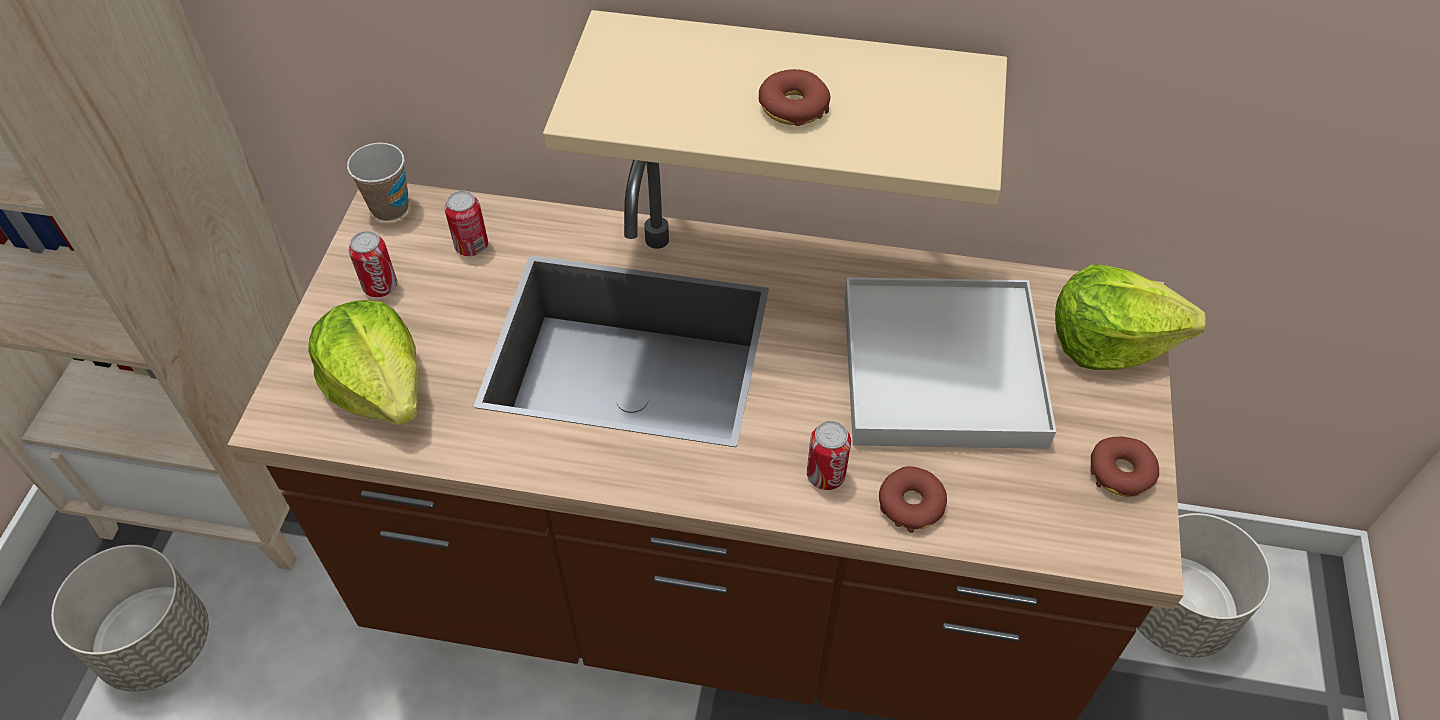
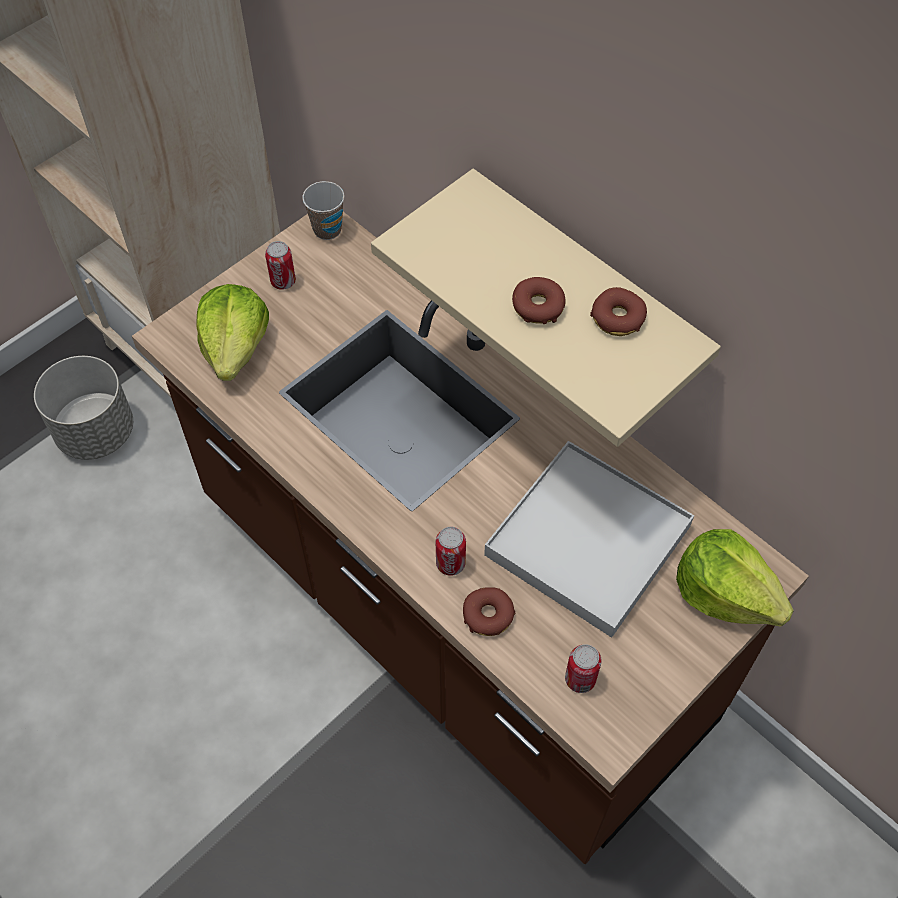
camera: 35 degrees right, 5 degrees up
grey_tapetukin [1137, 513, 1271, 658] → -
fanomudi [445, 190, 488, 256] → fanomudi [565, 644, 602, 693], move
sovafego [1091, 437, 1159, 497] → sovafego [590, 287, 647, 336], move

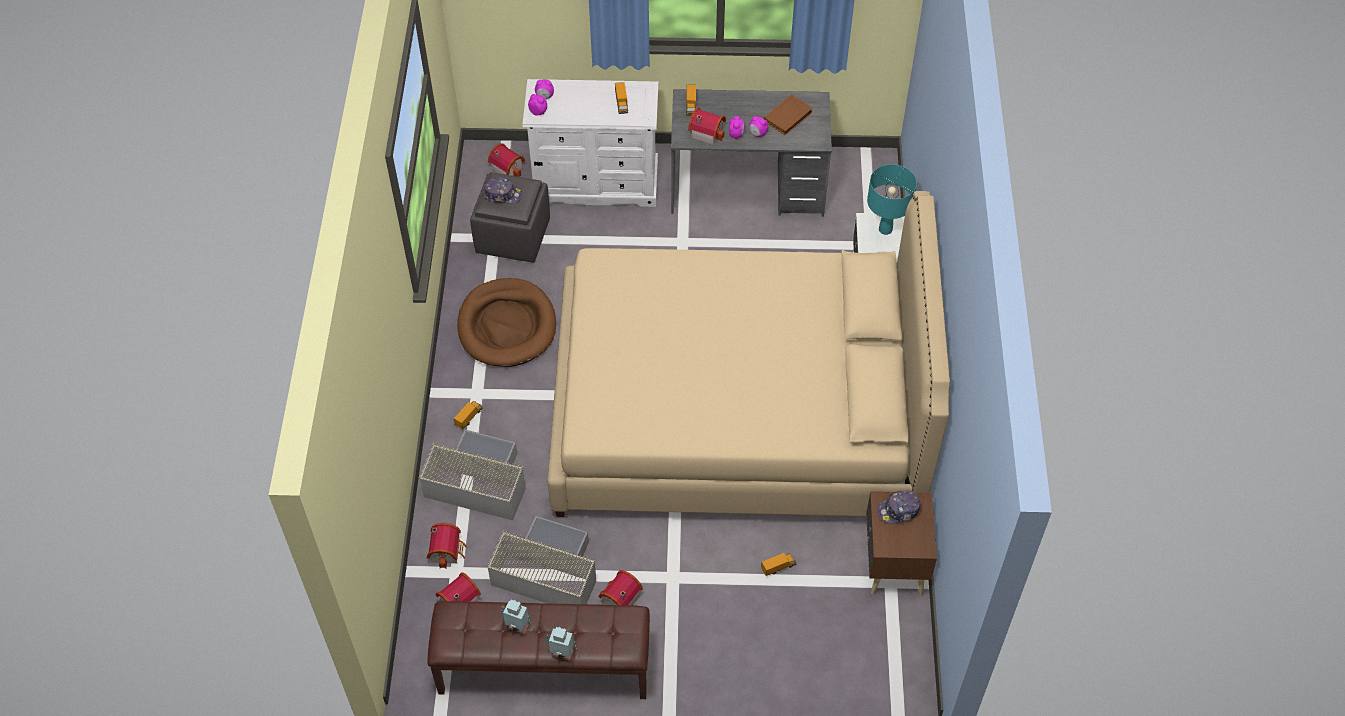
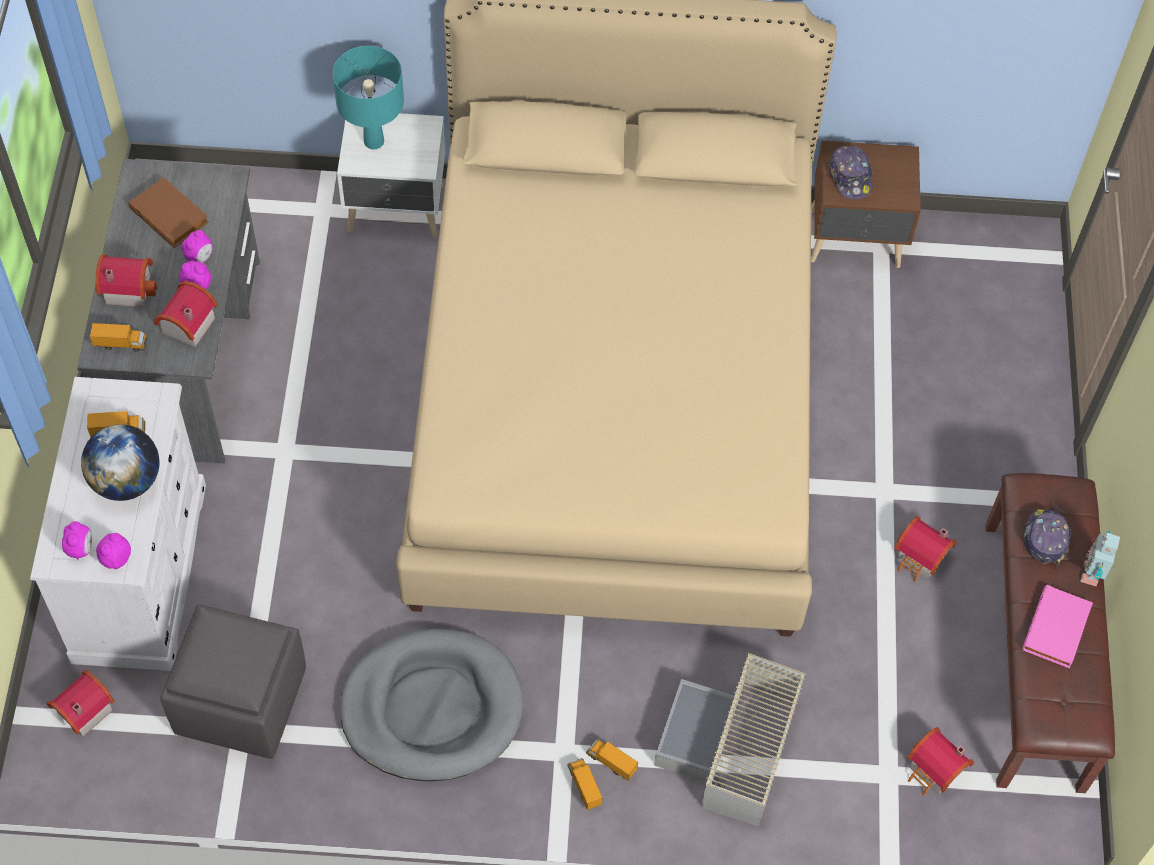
camera: 90 degrees left, 5 degrees up
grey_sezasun [487, 516, 596, 604] → -
- → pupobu [81, 424, 159, 501]
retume [427, 523, 467, 569] → retume [96, 254, 158, 307], move
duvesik [485, 177, 522, 204] → duvesik [1024, 509, 1071, 564], move
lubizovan [761, 553, 796, 576] → lubizovan [567, 758, 603, 810], move
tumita [502, 600, 531, 634] → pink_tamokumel [1022, 585, 1093, 668]
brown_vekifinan [457, 278, 556, 367] → grey_vekifinan [340, 629, 524, 781]

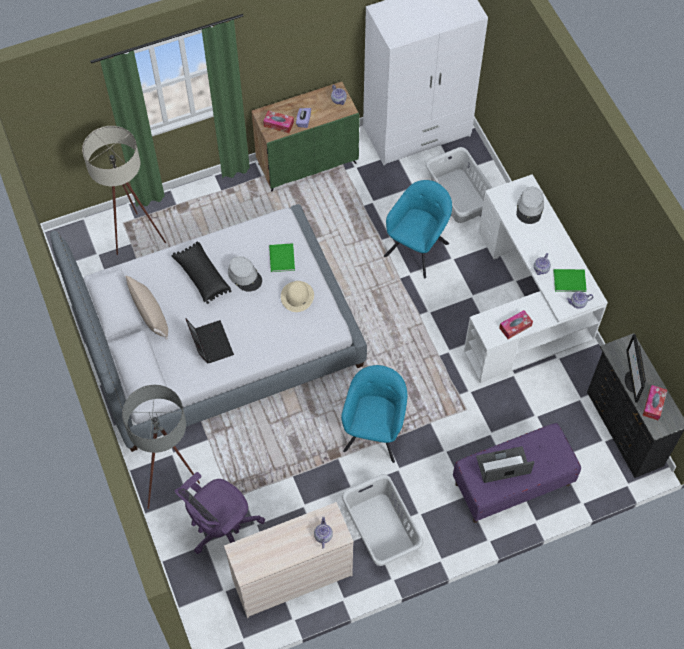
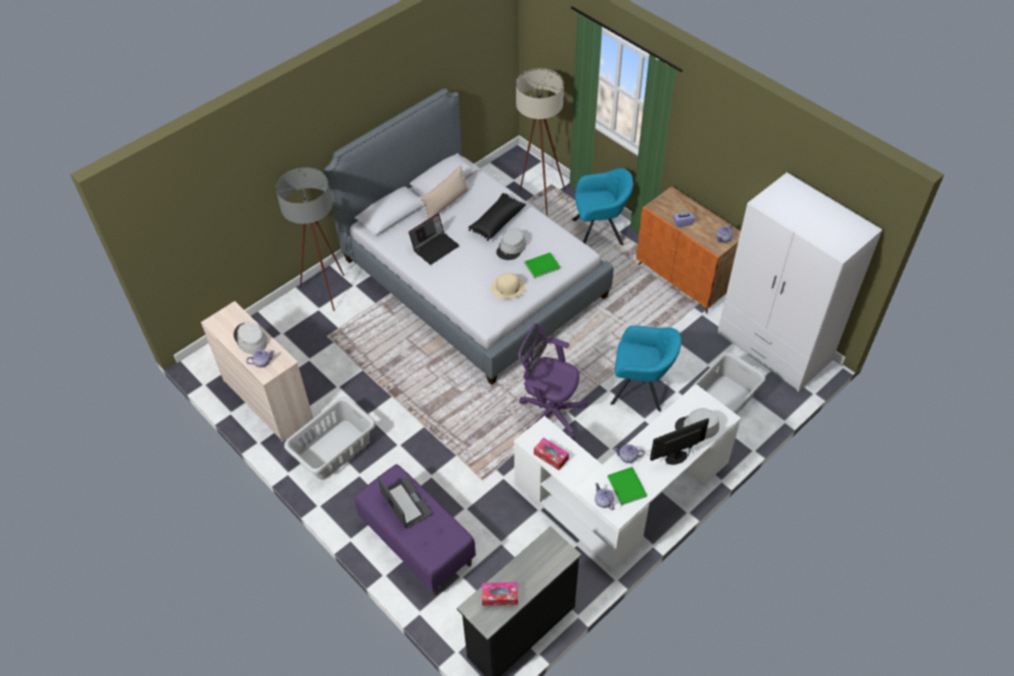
camera: 70 degrees right, 10 degrees down
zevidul [263, 110, 294, 133] → -
- → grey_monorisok [234, 322, 268, 354]
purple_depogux [175, 472, 265, 554] → purple_depogux [518, 323, 587, 440], move
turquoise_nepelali [341, 365, 407, 463] → turquoise_nepelali [572, 168, 633, 245], move
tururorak [625, 334, 646, 403] → tururorak [650, 418, 709, 465], move
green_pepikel [252, 82, 360, 191] → orange_pepikel [636, 186, 741, 313]

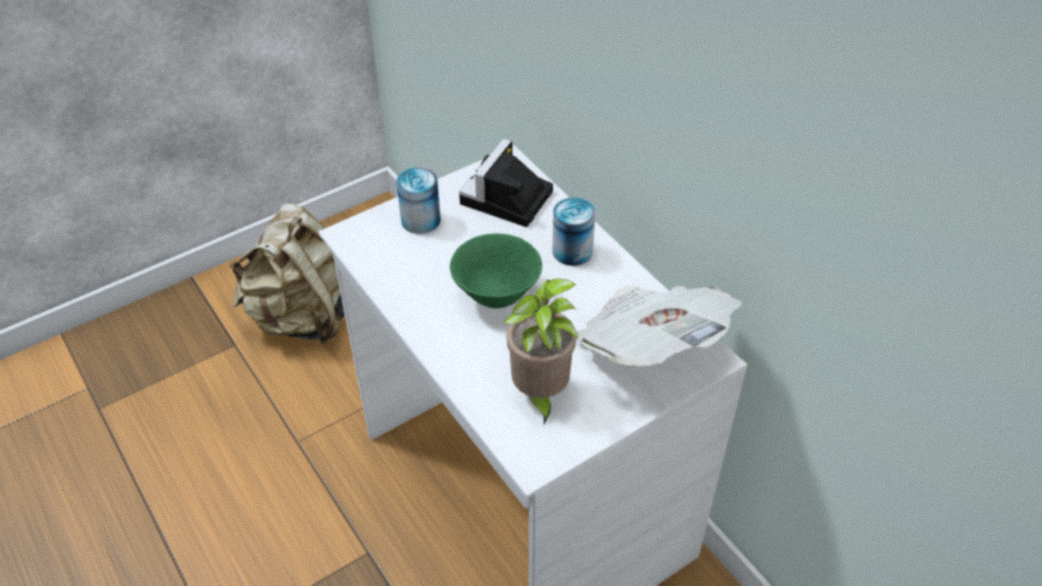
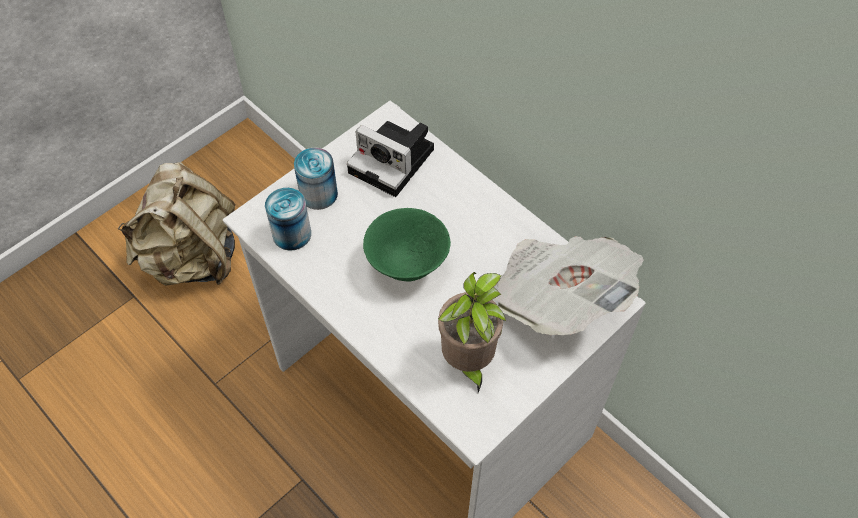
camera: 10 degrees left, 10 degrees up
fanomudi [552, 197, 596, 266] → fanomudi [265, 188, 311, 250], move
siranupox [459, 139, 553, 227] → siranupox [347, 121, 434, 197], 75 degrees counterclockwise

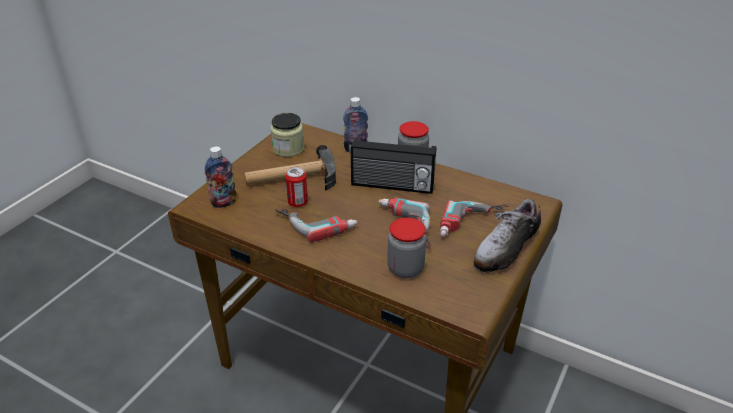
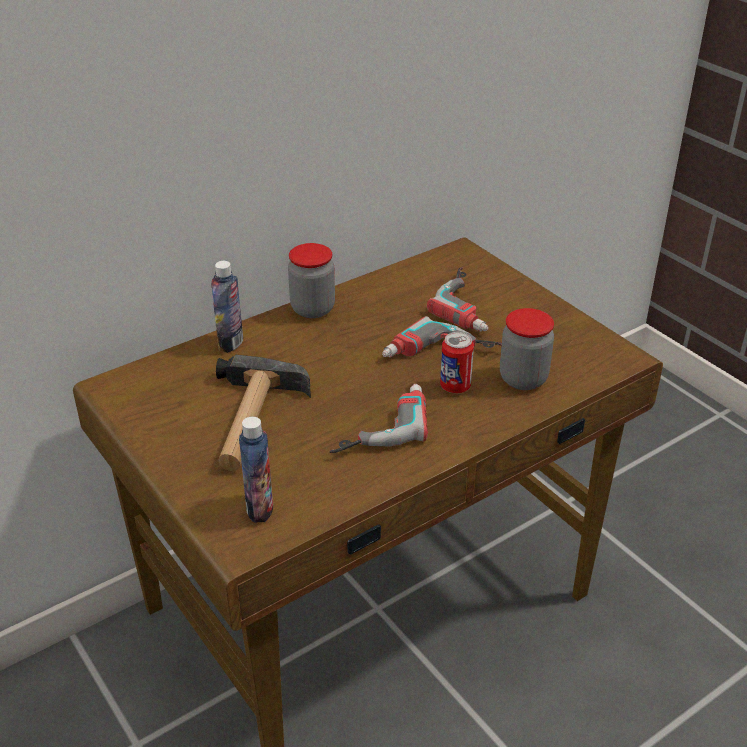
camera: 65 degrees left, 0 degrees up
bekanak [270, 113, 304, 157] → -
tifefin [351, 138, 436, 194] → -
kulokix [474, 199, 541, 273] → -
fanomudi [285, 167, 308, 207] → fanomudi [440, 332, 474, 393], move

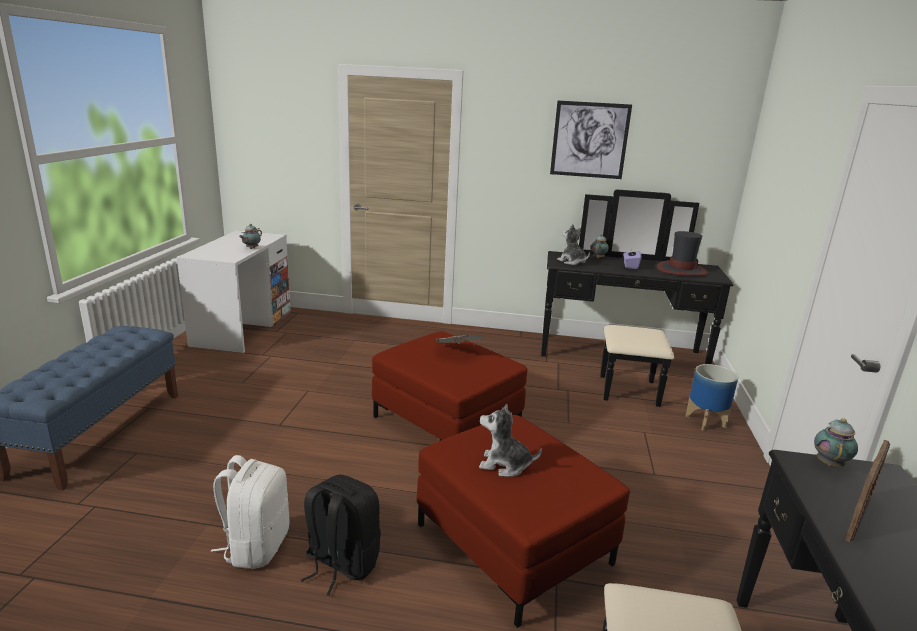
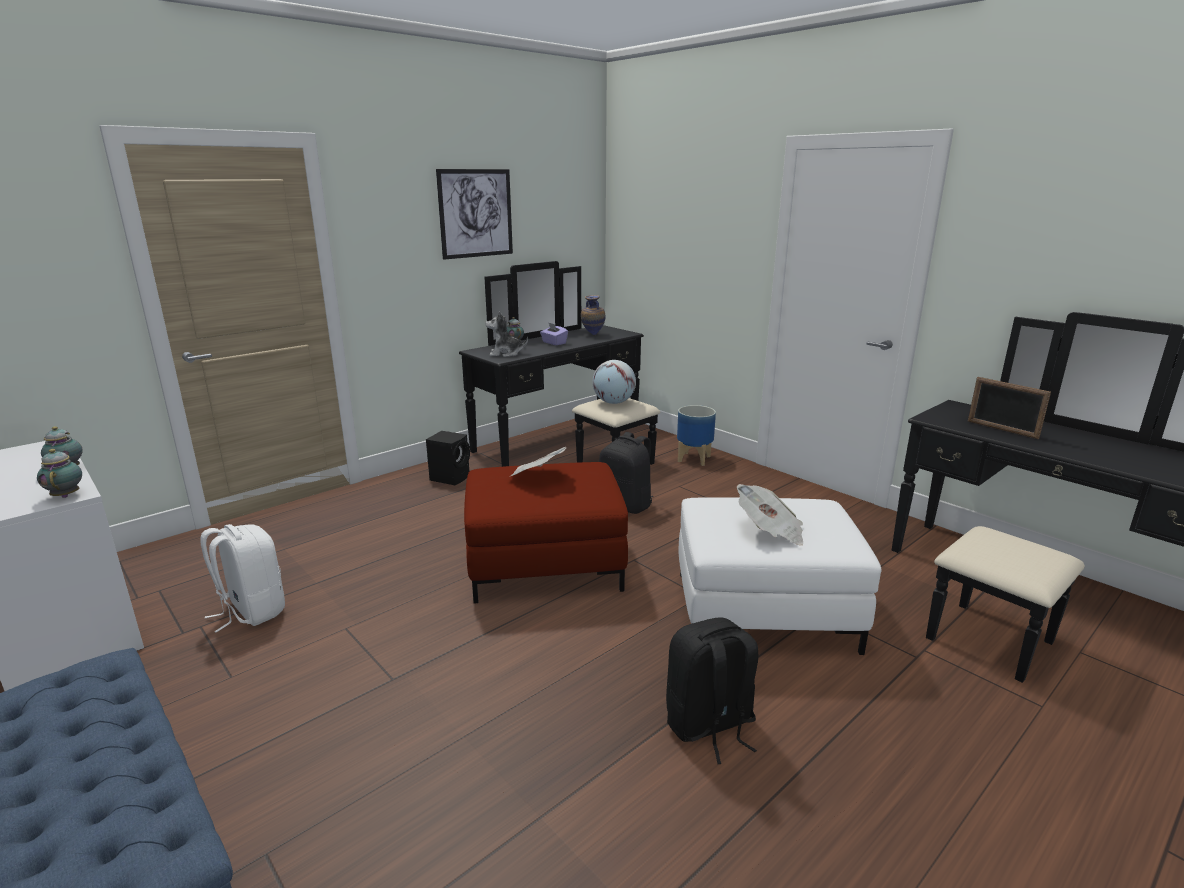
camera: 50 degrees left, 0 degrees up
- → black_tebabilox [426, 431, 470, 485]
- → pupobu [592, 360, 636, 404]
- → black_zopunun [599, 432, 654, 514]
white_zopunun [211, 455, 289, 569] → white_zopunun [200, 524, 285, 633], move
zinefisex [814, 418, 858, 467] → zinefisex [37, 449, 82, 498], move
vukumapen [479, 404, 542, 477] → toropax [737, 484, 803, 546]
monorisok [656, 231, 708, 276] → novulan [581, 295, 605, 335]
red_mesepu [417, 415, 630, 628] → white_mesepu [679, 497, 882, 655]
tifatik [845, 440, 890, 542] → tifatik [968, 377, 1051, 439], 150 degrees clockwise

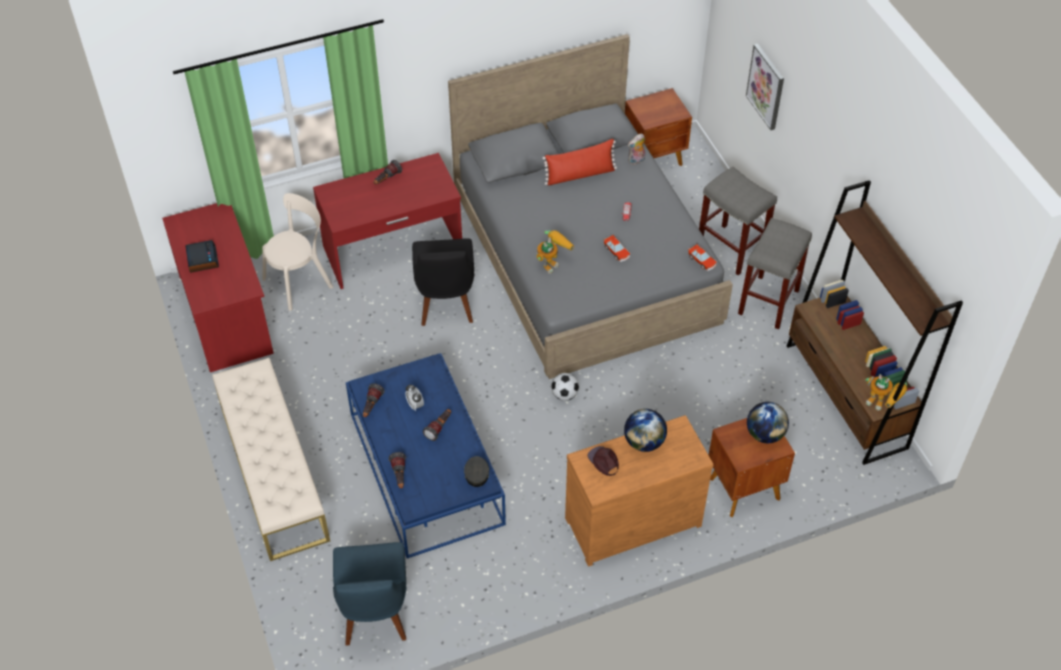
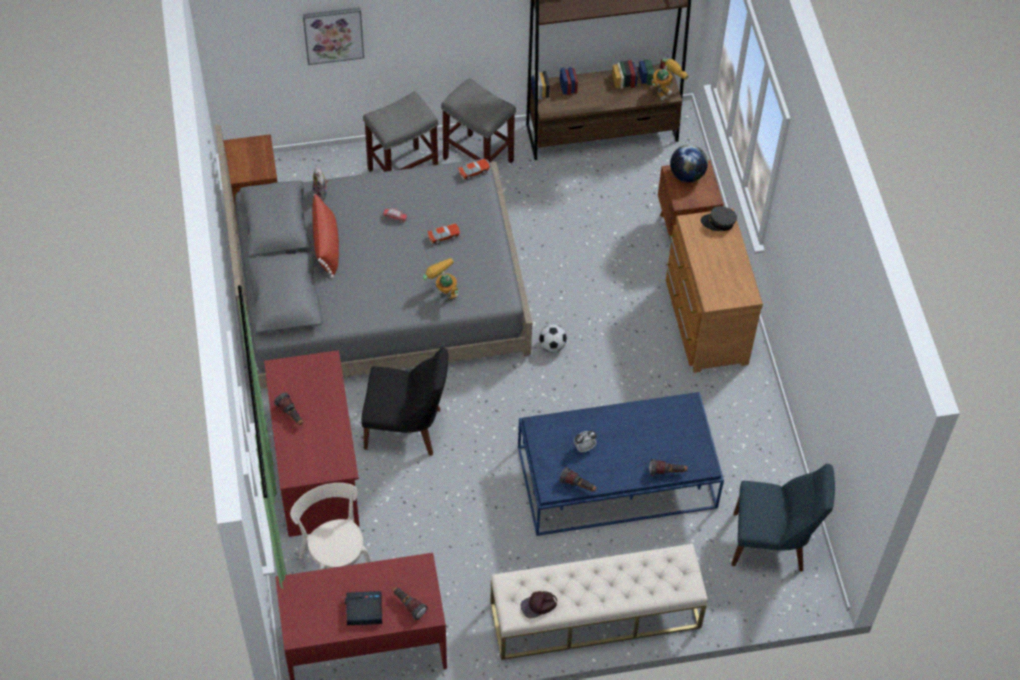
camera: 80 degrees left, 5 degrees up
pupobu [624, 409, 667, 452] → -
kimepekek [423, 409, 451, 441] → kimepekek [393, 587, 427, 620], move
grey_duvesik [464, 456, 489, 487] → grey_duvesik [701, 206, 737, 231], move
brown_duvesik [588, 446, 619, 476] → brown_duvesik [521, 591, 557, 618], move

